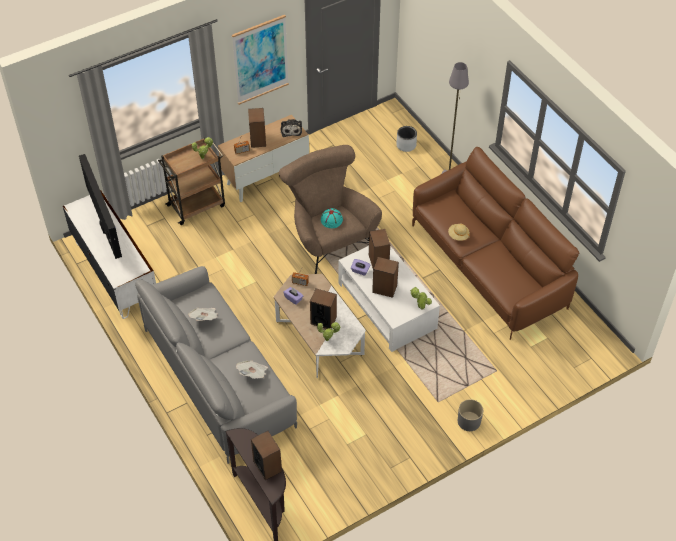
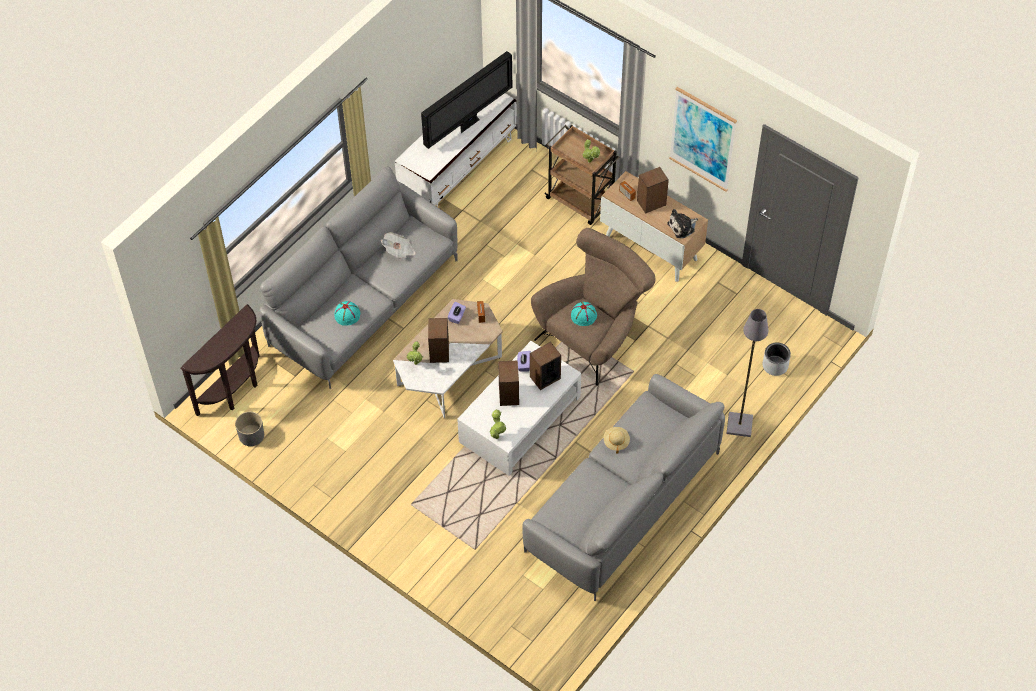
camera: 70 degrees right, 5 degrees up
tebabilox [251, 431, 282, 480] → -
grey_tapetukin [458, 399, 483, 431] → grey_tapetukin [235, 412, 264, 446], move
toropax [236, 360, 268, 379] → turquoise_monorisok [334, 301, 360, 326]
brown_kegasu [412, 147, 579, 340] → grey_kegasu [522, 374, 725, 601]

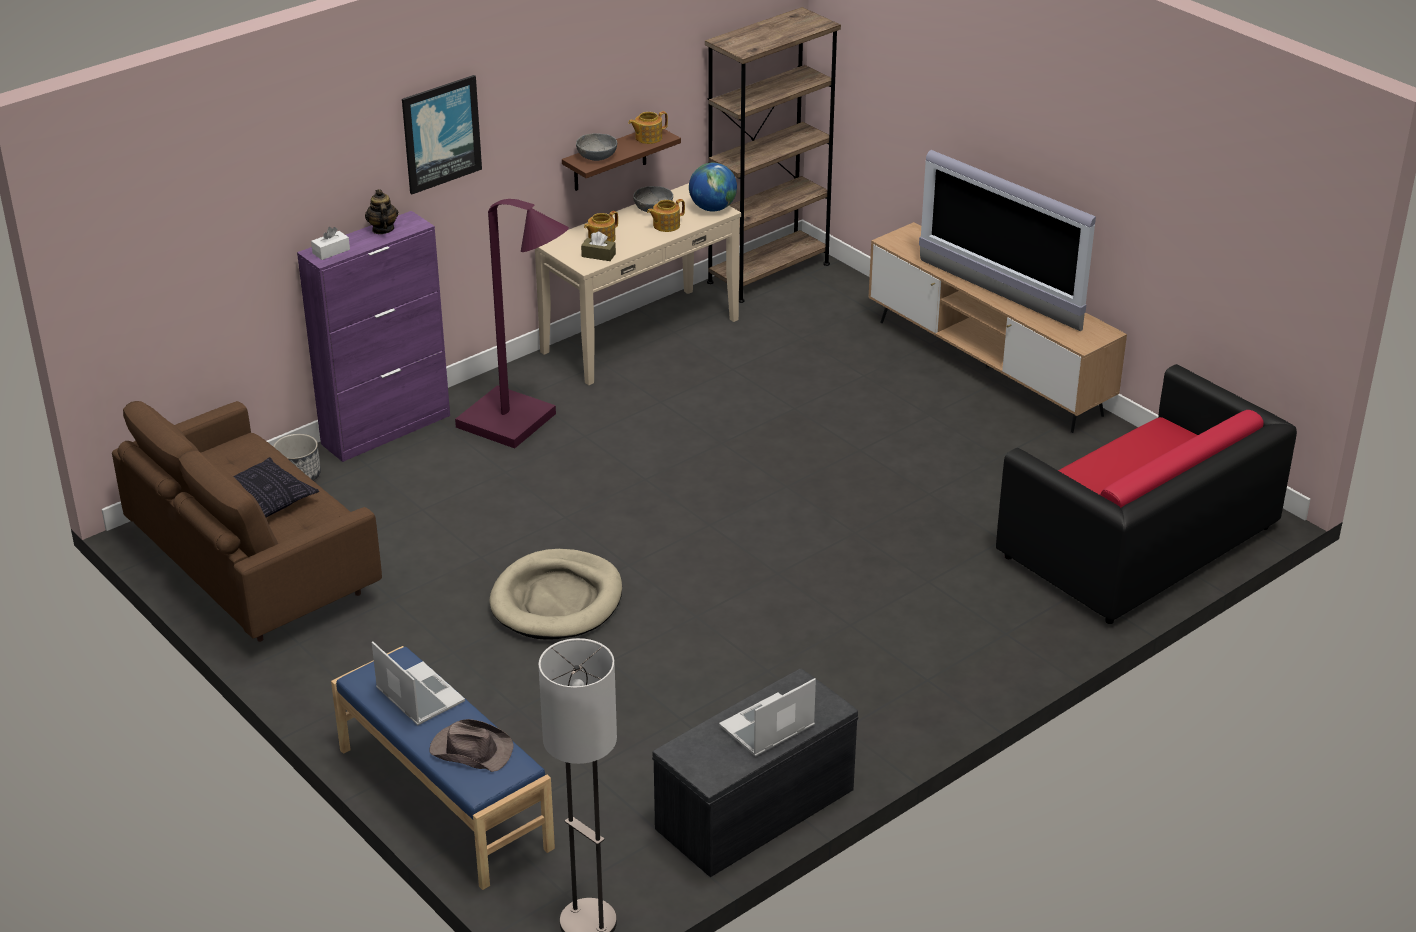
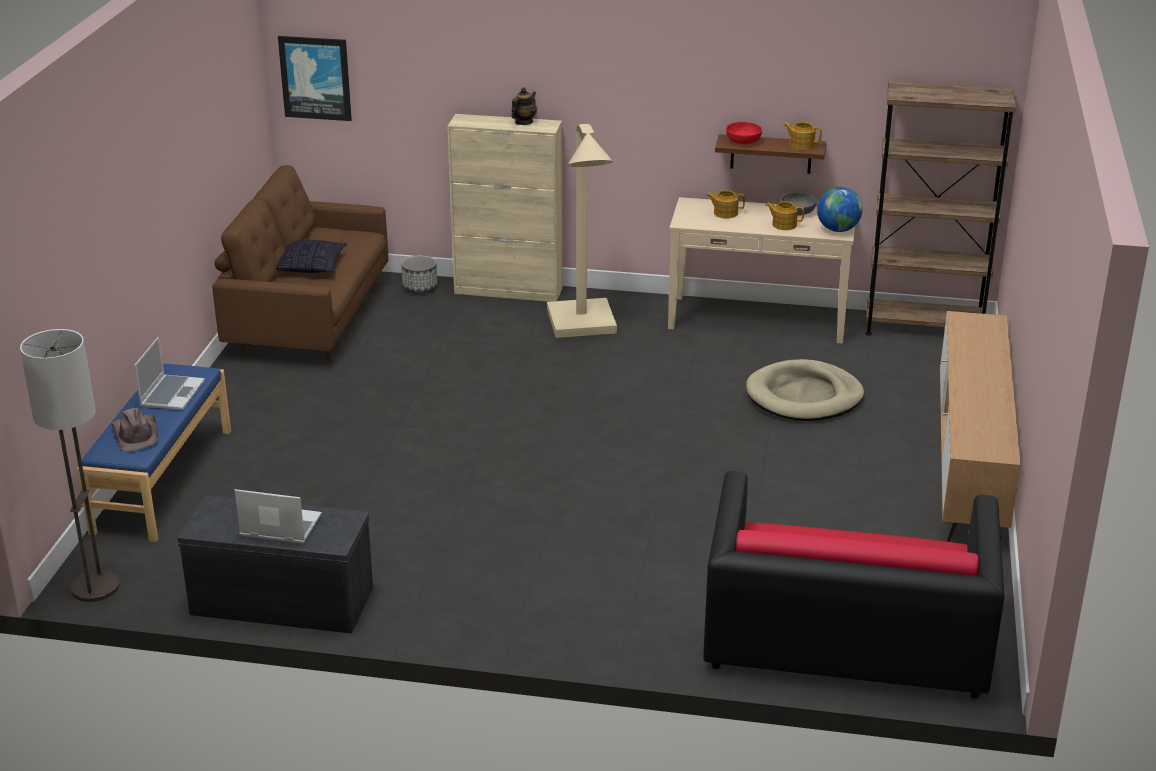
camera: 50 degrees right, 5 degrees down
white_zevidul [311, 227, 350, 260] → -
brown_zevidul [581, 232, 616, 261] → -
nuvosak [919, 150, 1096, 331] → -
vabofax [402, 75, 482, 194] → vabofax [278, 36, 352, 121], move
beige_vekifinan [490, 549, 622, 640] → beige_vekifinan [746, 359, 864, 421], move
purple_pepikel [297, 211, 450, 462] → beige_pepikel [447, 114, 563, 302]
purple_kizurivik [455, 199, 569, 448] → beige_kizurivik [547, 124, 617, 338]
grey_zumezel [576, 133, 617, 161] → red_zumezel [726, 122, 762, 144]

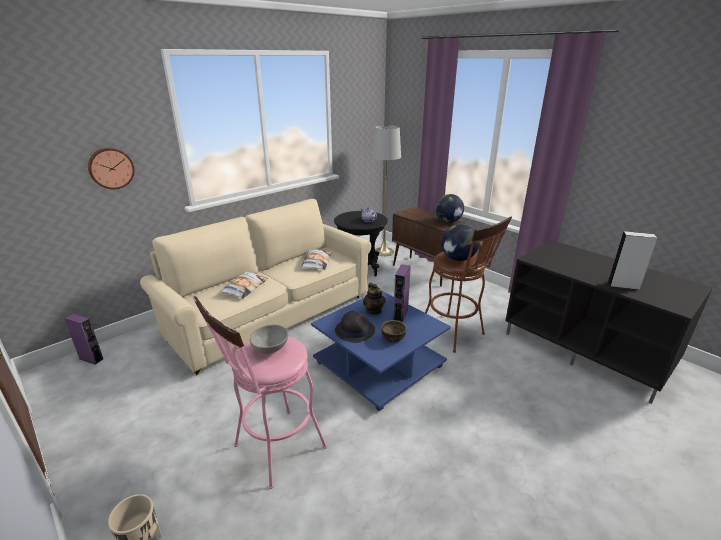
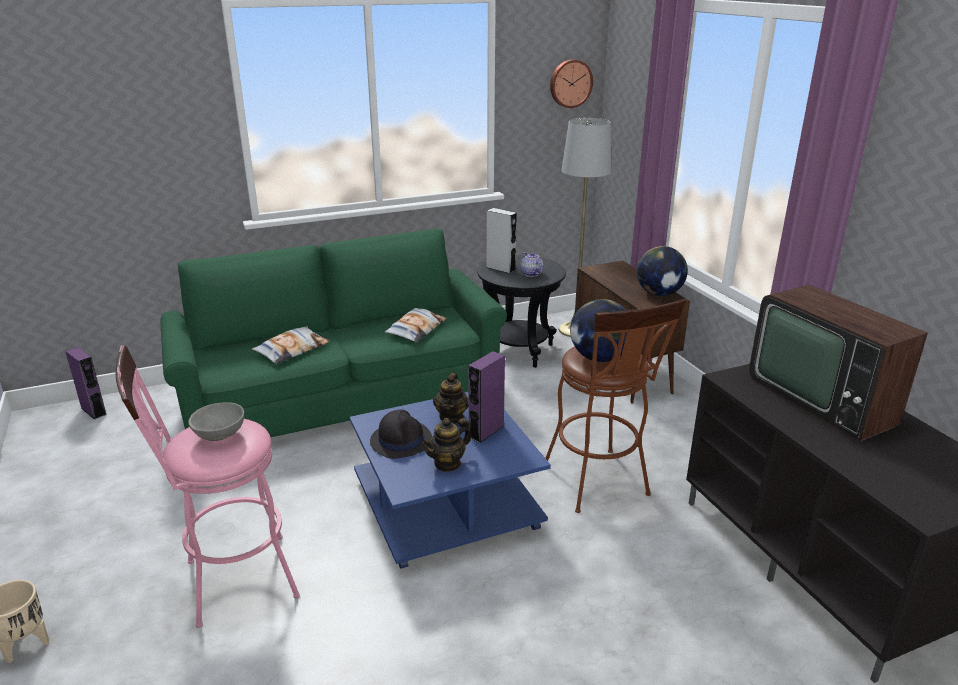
camera: 20 degrees right, 0 degrees up
- → nuvosak [749, 285, 928, 441]
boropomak [88, 148, 135, 189] → boropomak [550, 59, 593, 108], move
grey_tebabilox [608, 231, 657, 290] → grey_tebabilox [486, 208, 517, 274], move
brown_zumezel [381, 320, 407, 343] → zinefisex [422, 418, 471, 472]
beige_kegasu [140, 199, 371, 376] → green_kegasu [161, 229, 507, 437]

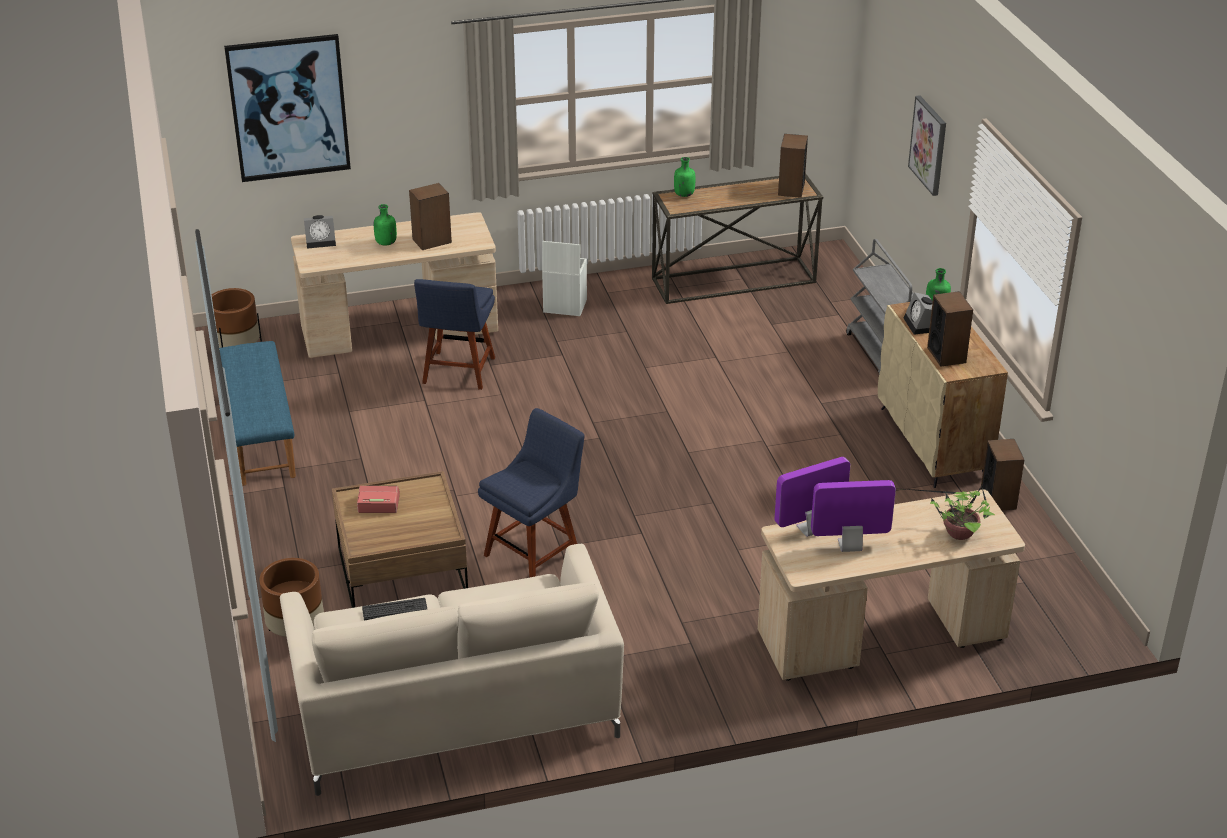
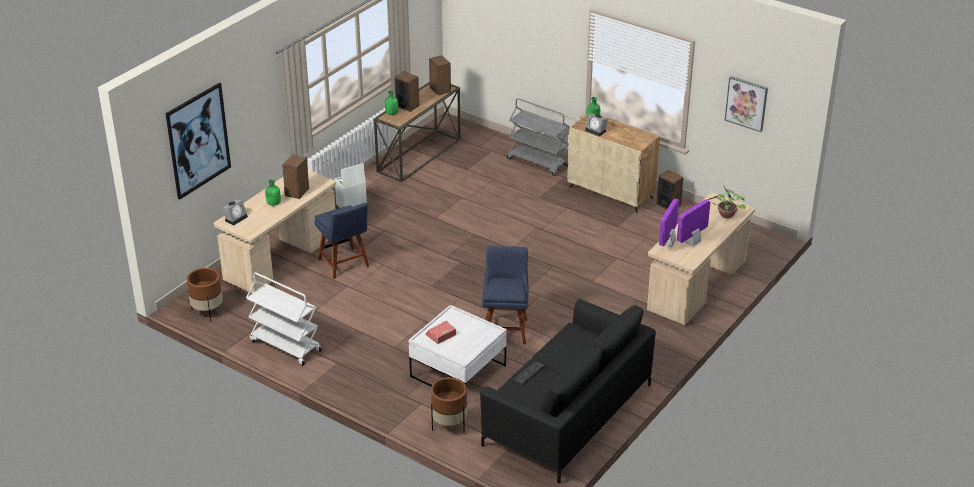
camera: 40 degrees left, 0 degrees up
vabofax [908, 95, 946, 196] → vabofax [725, 76, 768, 132], move
tebabilox [927, 291, 973, 367] → tebabilox [394, 71, 419, 112], move
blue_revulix [219, 341, 296, 486] → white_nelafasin [246, 272, 322, 366]
beige_kegasu [280, 544, 624, 796] → black_kegasu [480, 299, 656, 483]
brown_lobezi [332, 471, 468, 608] → white_lobezi [409, 305, 507, 387]

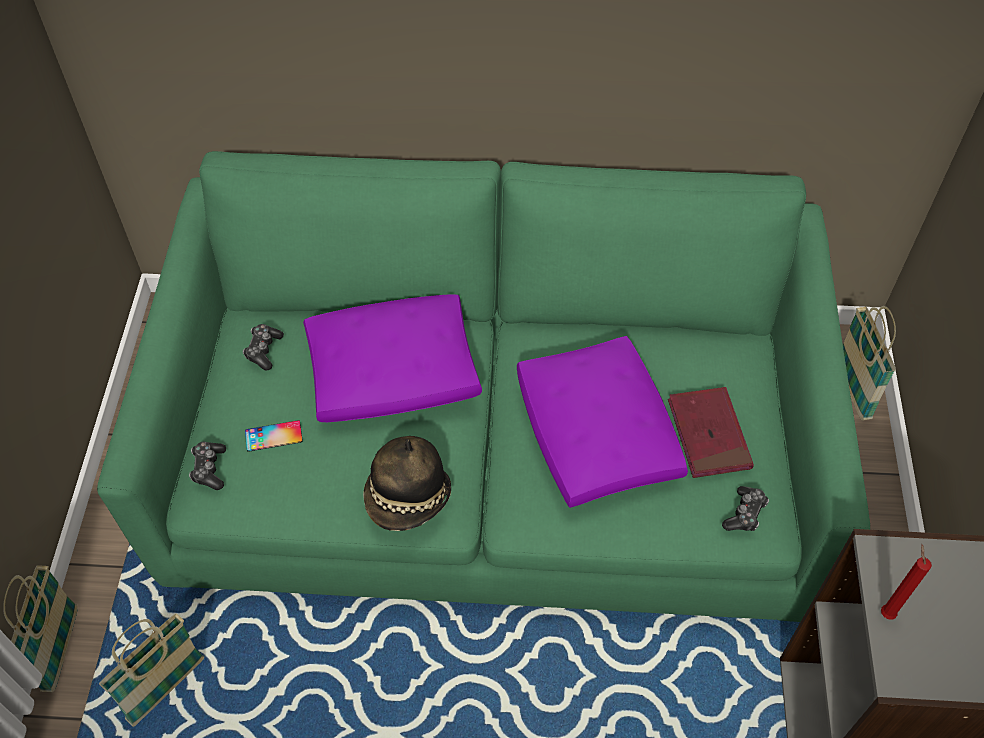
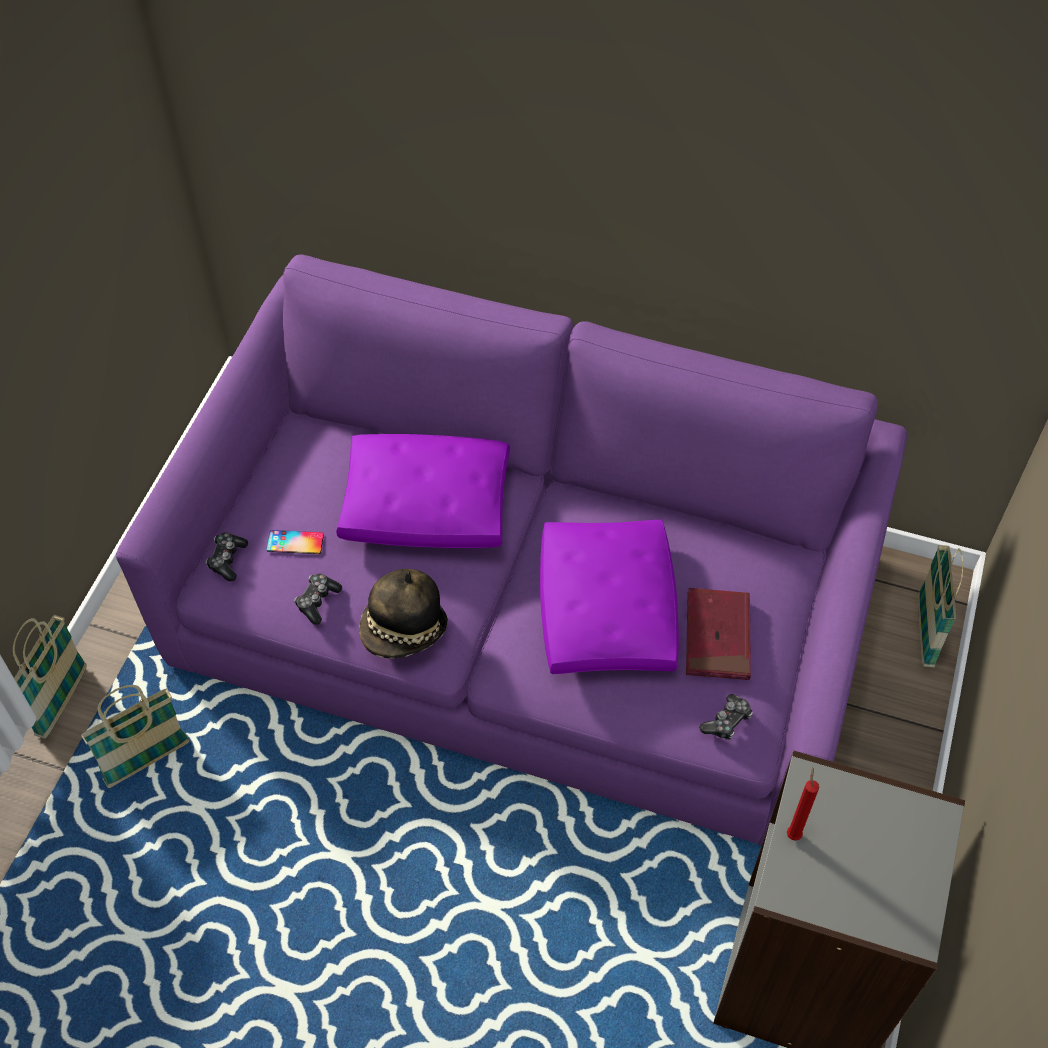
camera: 15 degrees right, 0 degrees up
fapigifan [243, 324, 284, 370] → fapigifan [294, 574, 342, 625], move
green_kegasu [97, 151, 870, 622] → purple_kegasu [116, 255, 907, 846]

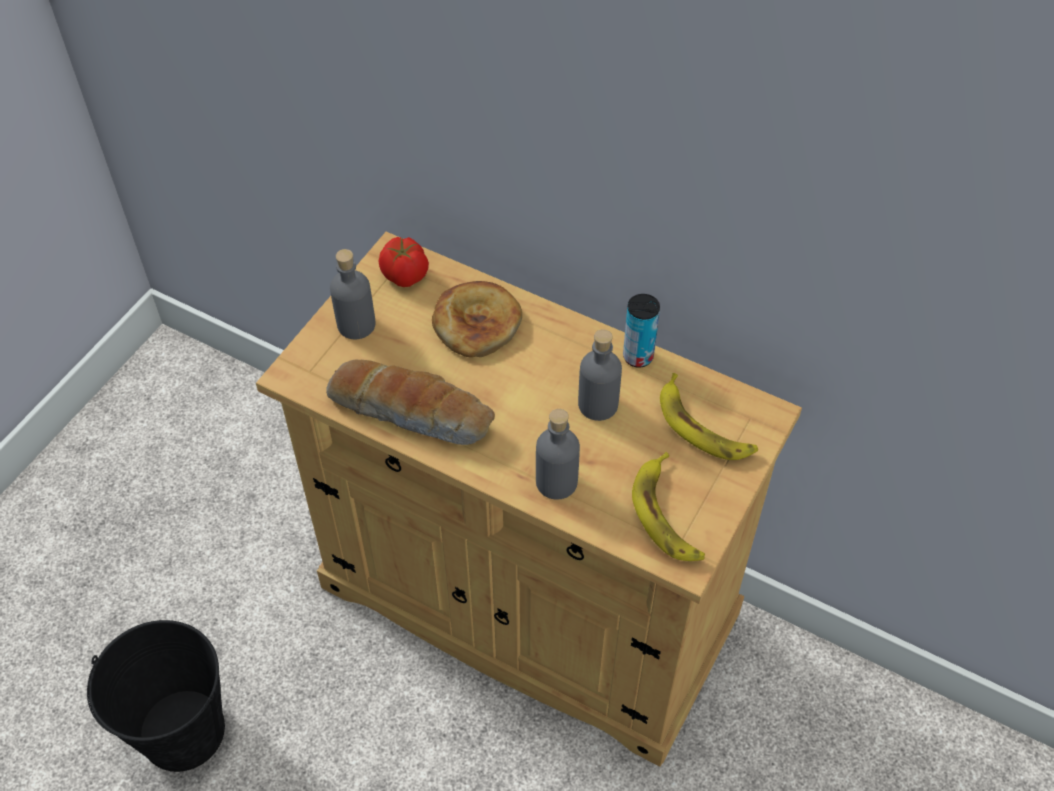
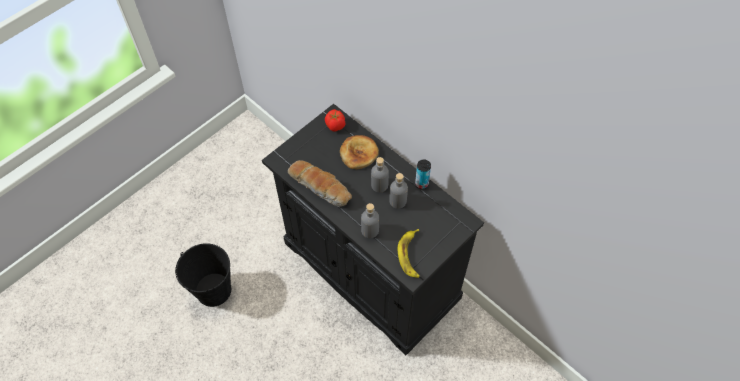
camera: 15 degrees right, 5 degrees up
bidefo [660, 373, 758, 460] → -
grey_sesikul [330, 249, 376, 339] → grey_sesikul [371, 157, 389, 193], move
beige_pepikel [256, 232, 802, 767] → black_pepikel [262, 104, 484, 355]

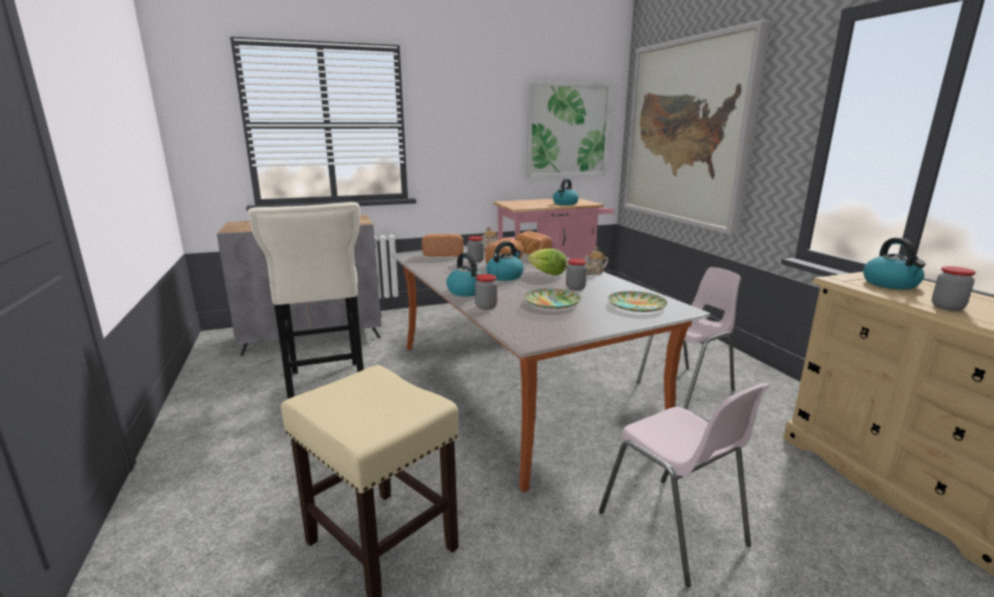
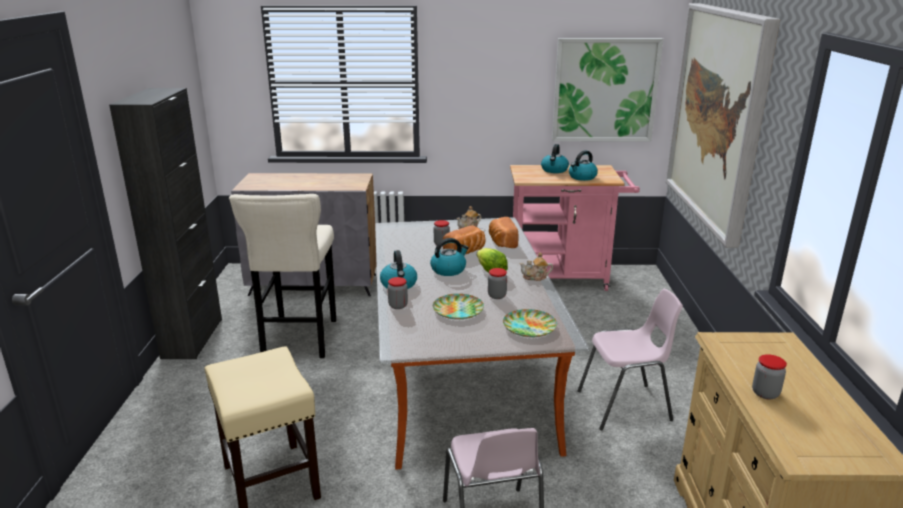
camera: 20 degrees right, 5 degrees up
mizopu [422, 234, 463, 257] → -
- → black_pepikel [109, 88, 222, 359]
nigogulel [863, 238, 925, 289] → nigogulel [541, 144, 569, 173], move

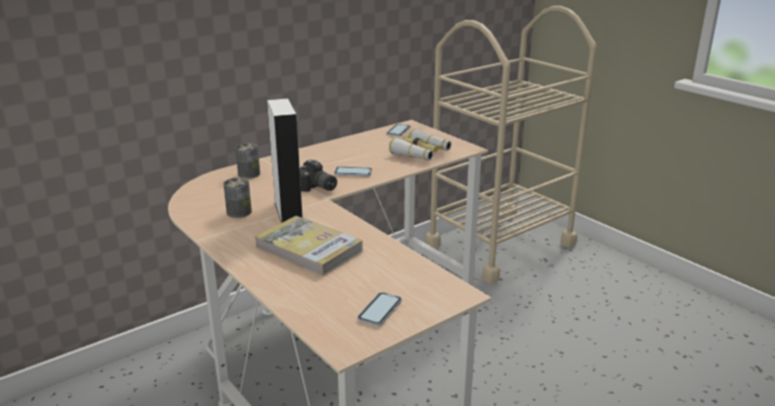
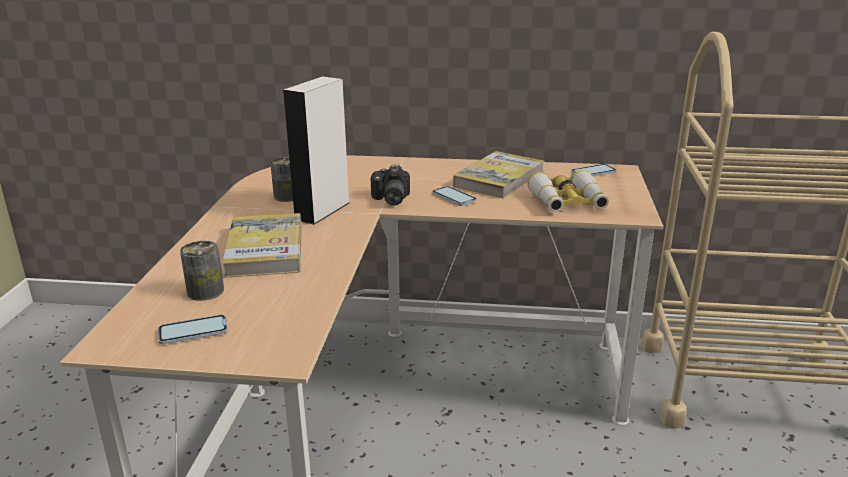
camera: 45 degrees right, 0 degrees up
- → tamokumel [453, 151, 545, 199]
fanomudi [235, 143, 260, 179] → fanomudi [180, 241, 224, 301], move

